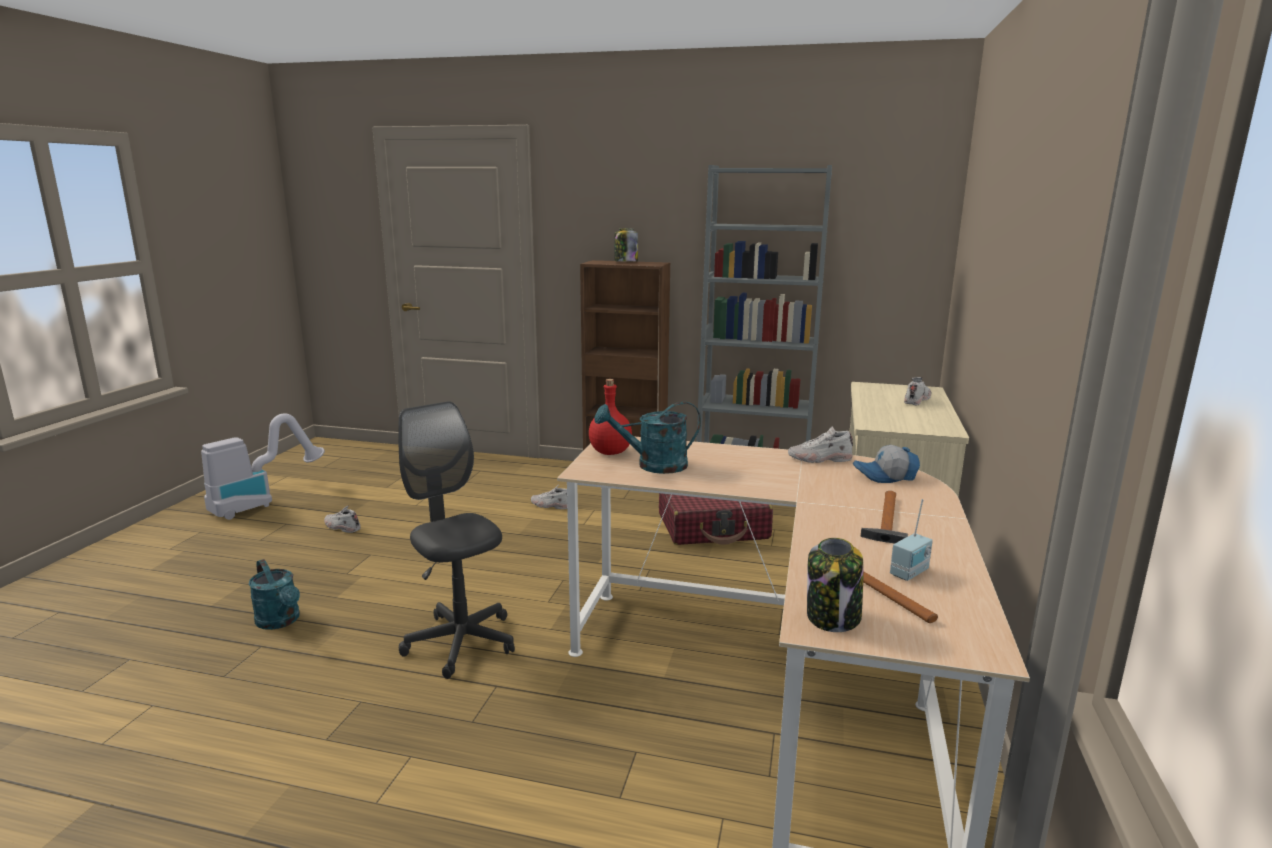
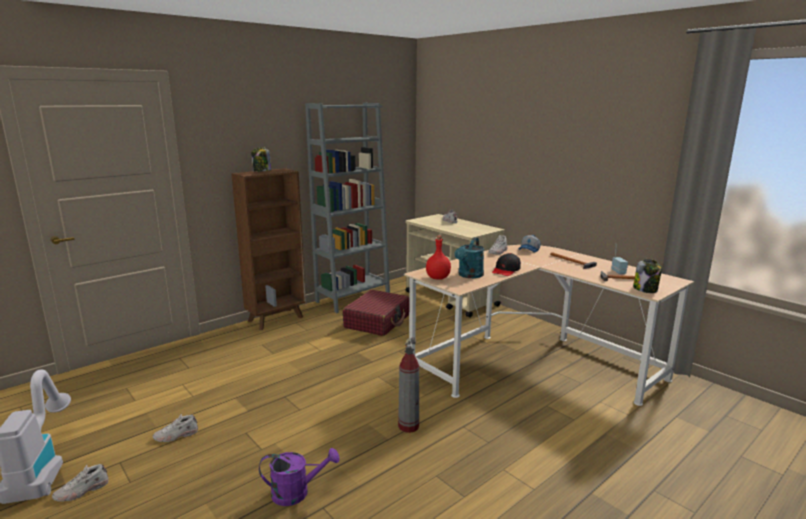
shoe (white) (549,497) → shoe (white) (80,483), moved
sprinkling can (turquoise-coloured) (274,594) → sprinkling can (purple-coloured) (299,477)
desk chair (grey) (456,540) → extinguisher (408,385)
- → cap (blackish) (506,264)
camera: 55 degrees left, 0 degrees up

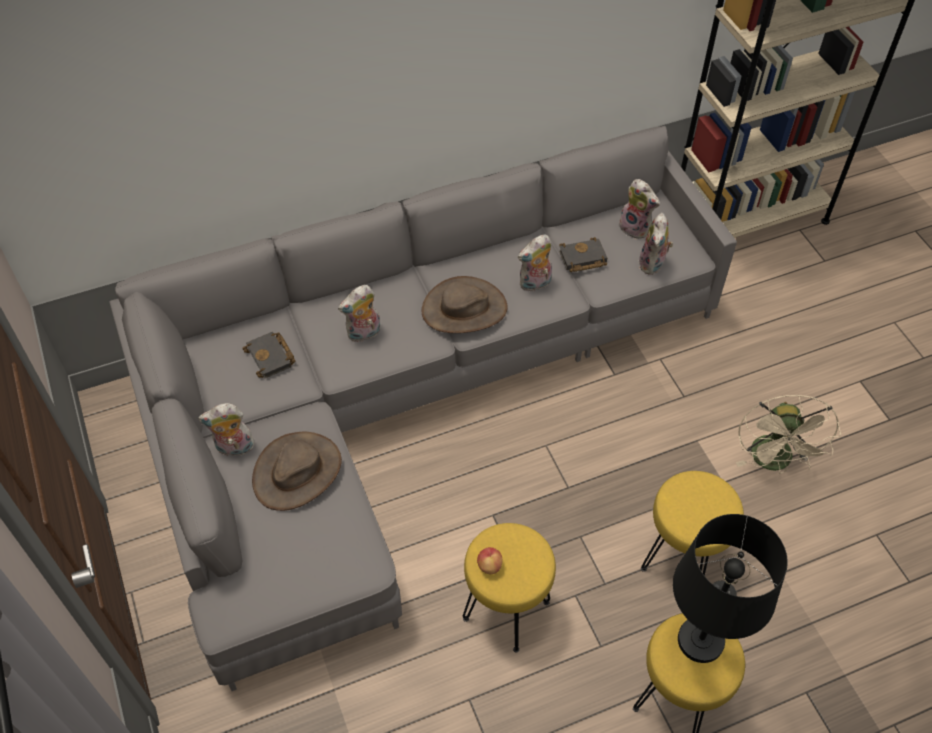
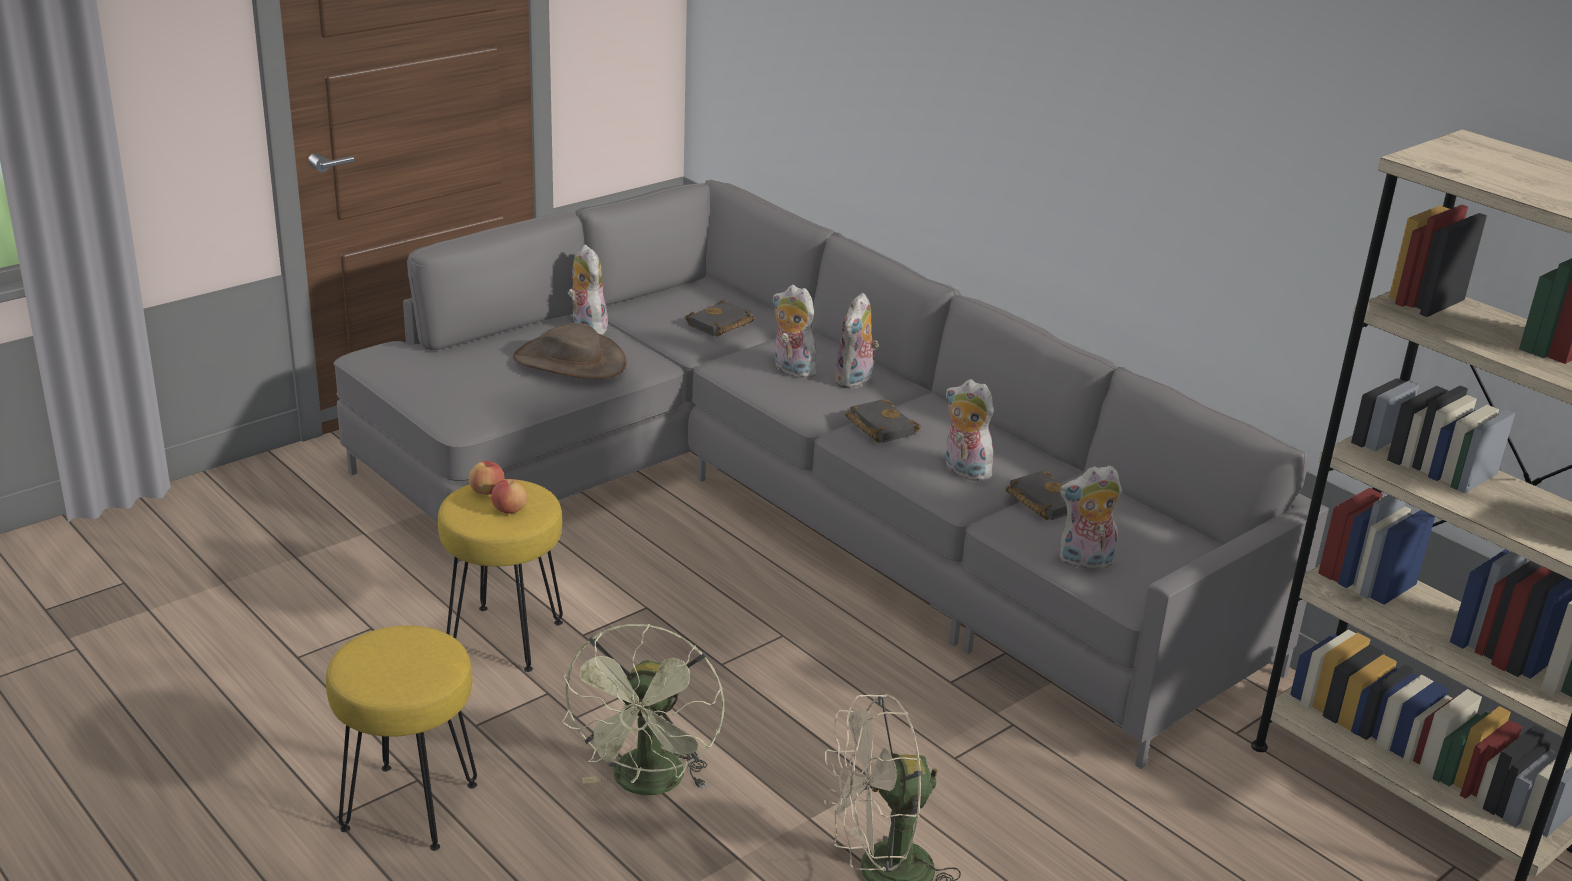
- → whole apple (509,496)
sitting stool (yellow) (692,523) → cooling fan (green-coloured) (642,709)
plush toy (638,209) → plush toy (856,341), moved
hat (brownish) (464,304) → book (blackish) (883,421)
table lamp (blackish) (730,588) → -
camera: 70 degrees right, 25 degrees down

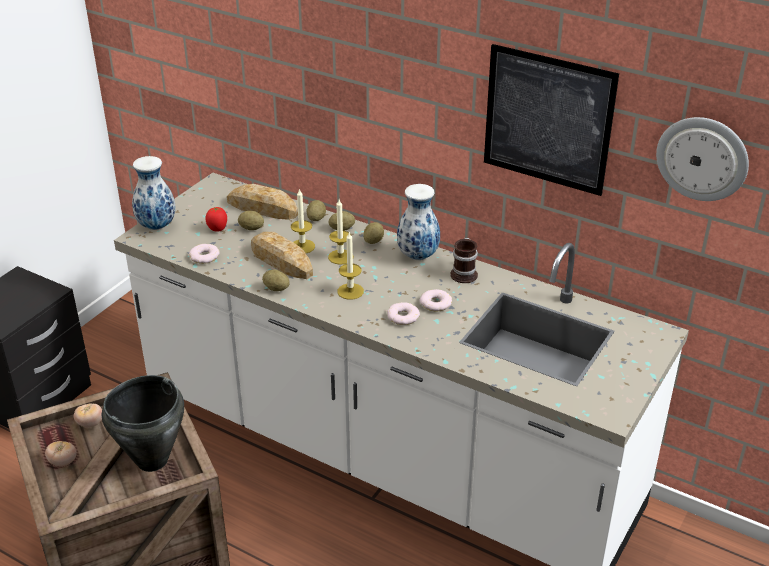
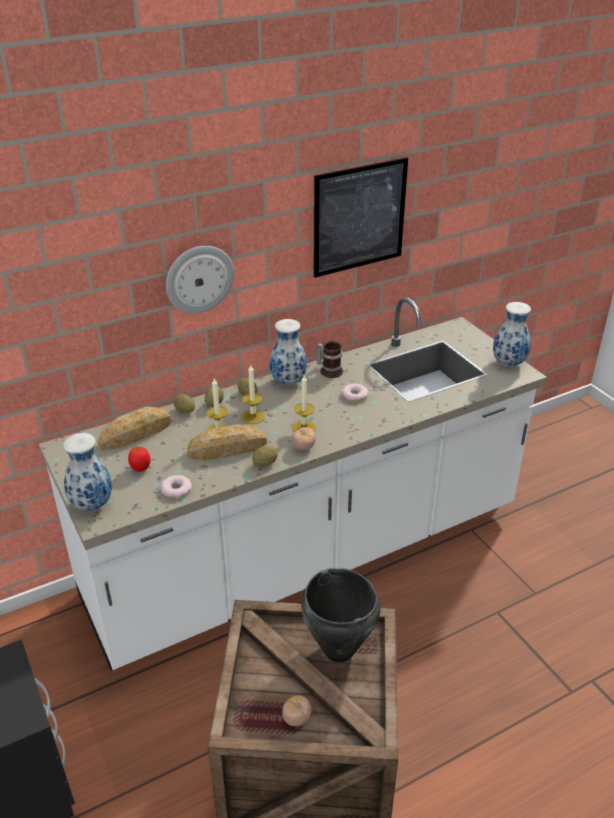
clock on the wall (702,159) → clock on the wall (200,279), moved
fresh tomato (88,416) → fresh tomato (304,439), moved
- → vase (512,334)
whole potato (251,220) → -
ring doughnut (403,313) → -
camera: 60 degrees left, 0 degrees up

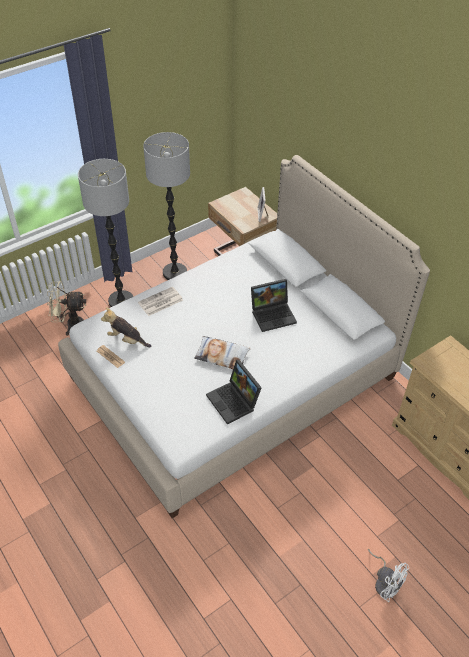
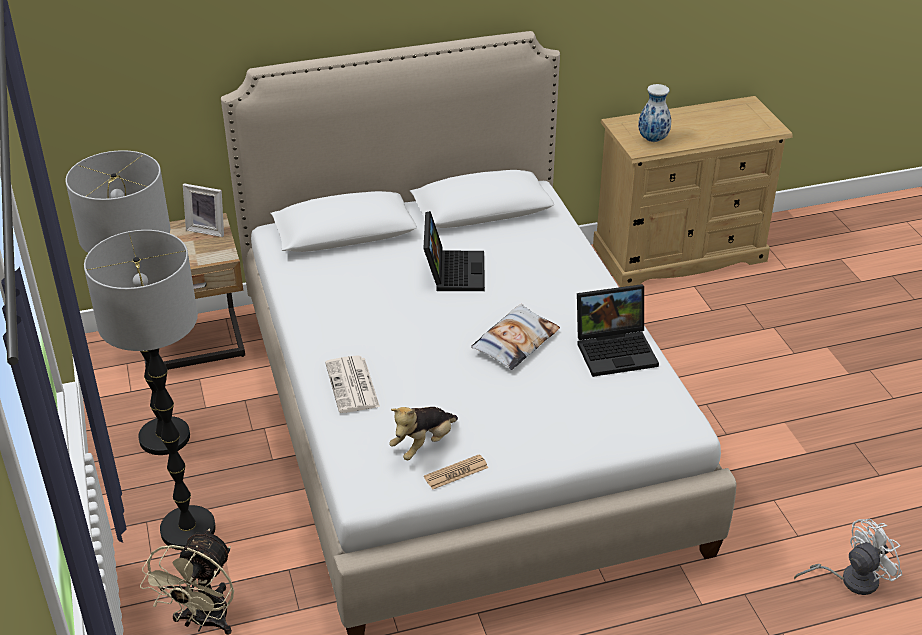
- → vase (654,113)
cooling fan (white) (388,575) → cooling fan (white) (848,557), moved
camera: 70 degrees left, 10 degrees down

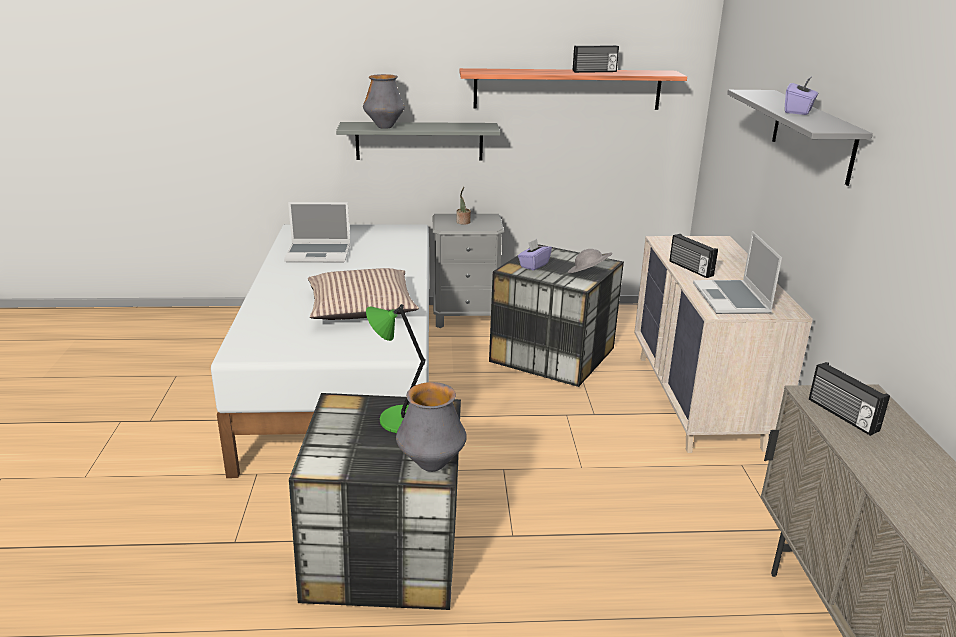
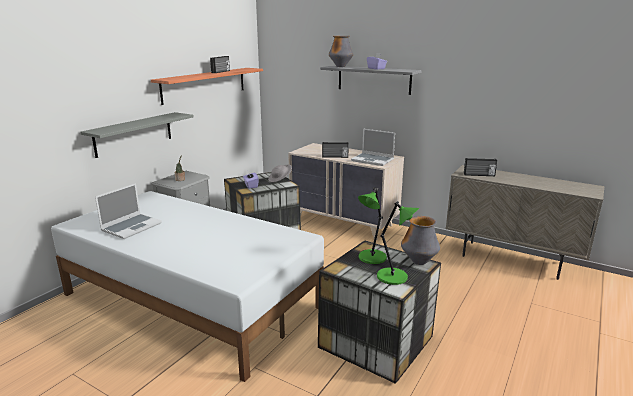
vase (384,101) → vase (341,51), moved
- → table lamp (green-coloured) (398,243)
throw pillow (363,294) → -
camera: 55 degrees left, 5 degrees down

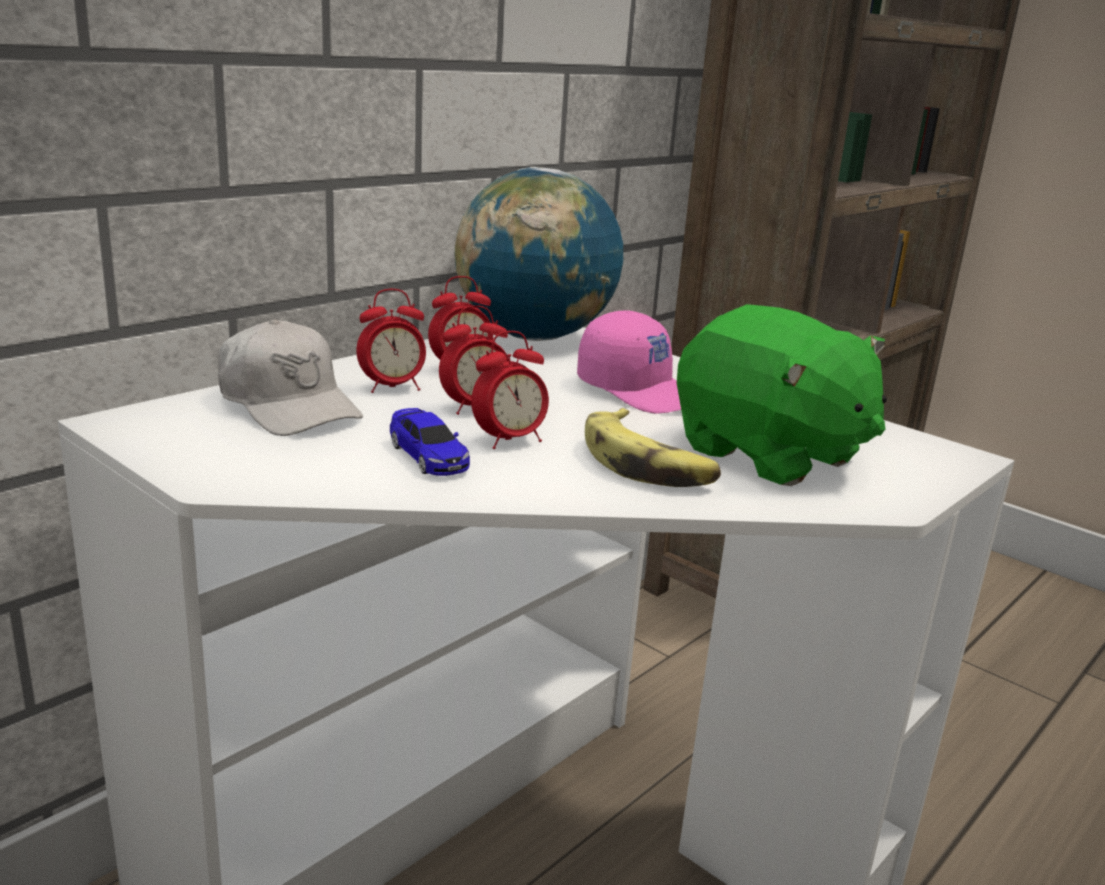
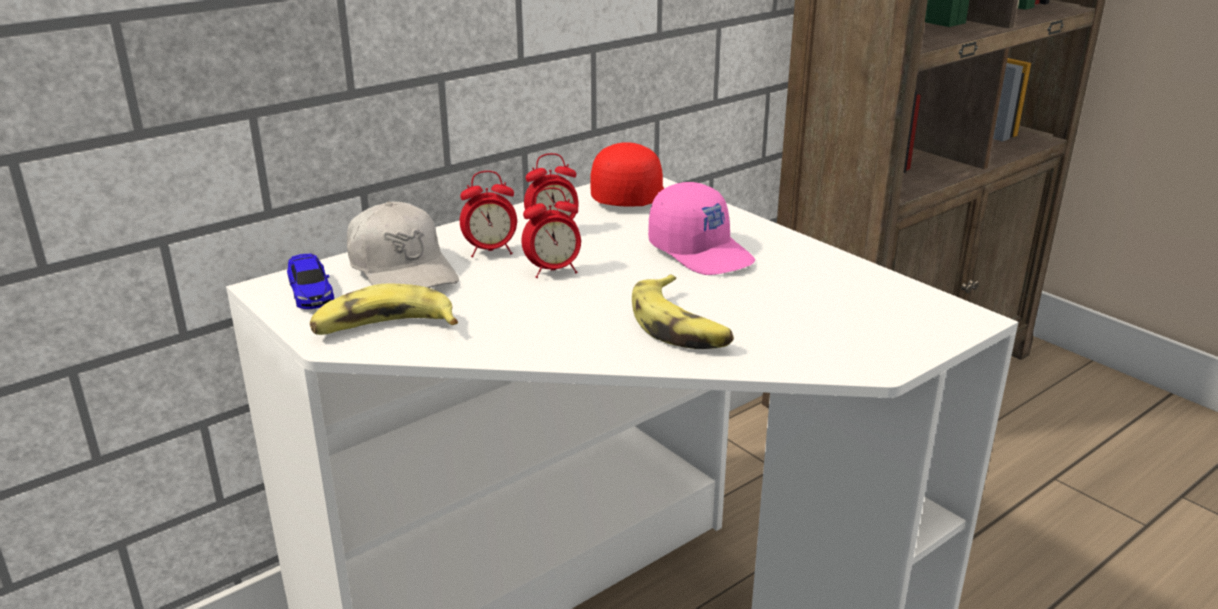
miniature car (430,442) → miniature car (310,281), moved
- → banana fruit (384,309)
globe (539,254) → cap (red-coloured) (627,174)
bedside clock (510,390) → -
plush toy (green-coloured) (782,395) → -
camera: 10 degrees right, 5 degrees up

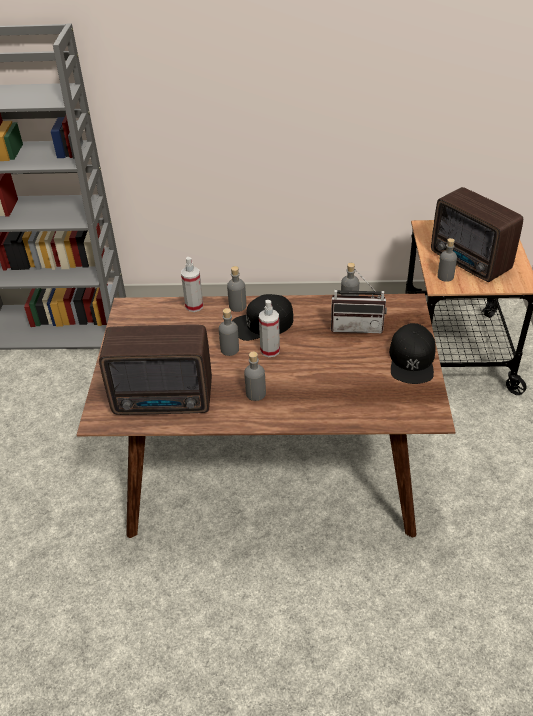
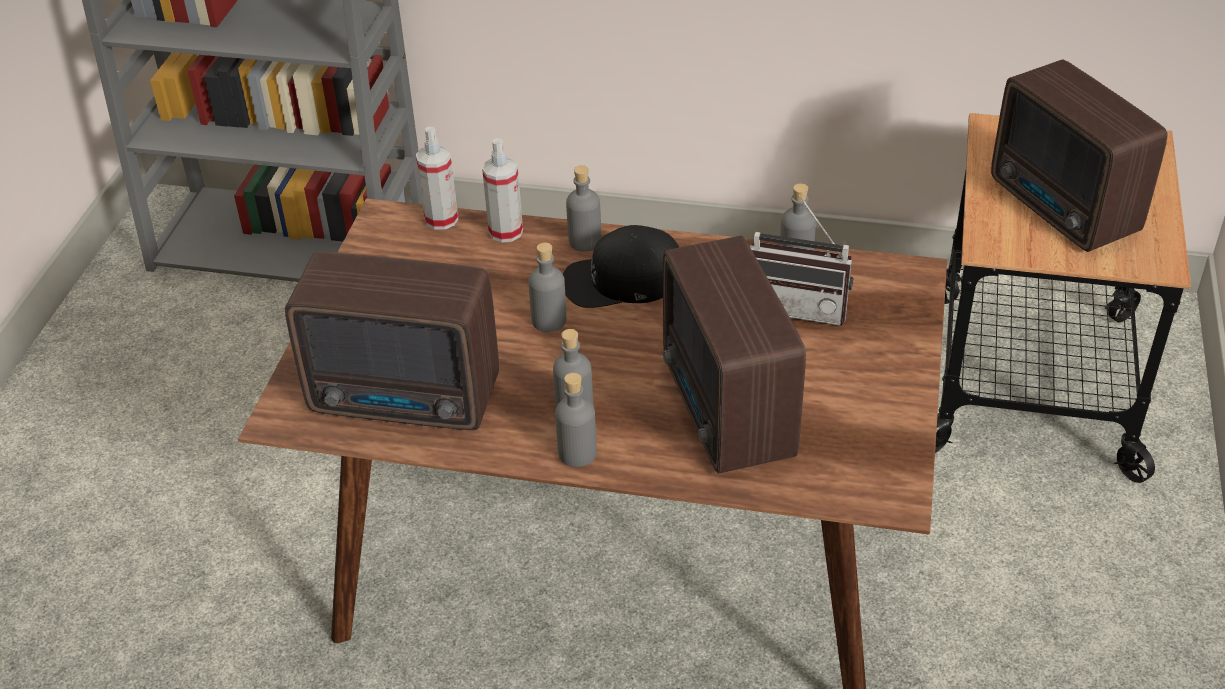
sprayer (269,328) → sprayer (437,178), moved
bottle (grey) (447,260) → bottle (grey) (576,420), moved
- → radio (734,354)
cap (blackish) (412,353) → -
camera: 10 degrees right, 0 degrees up

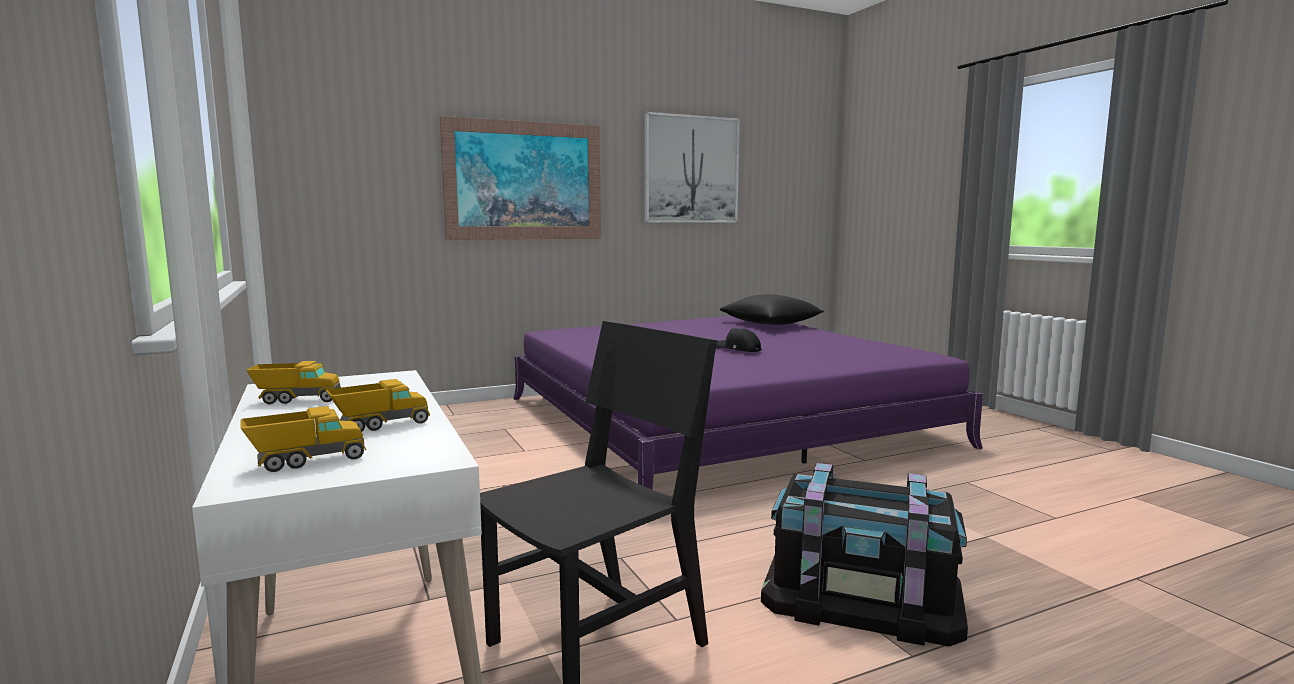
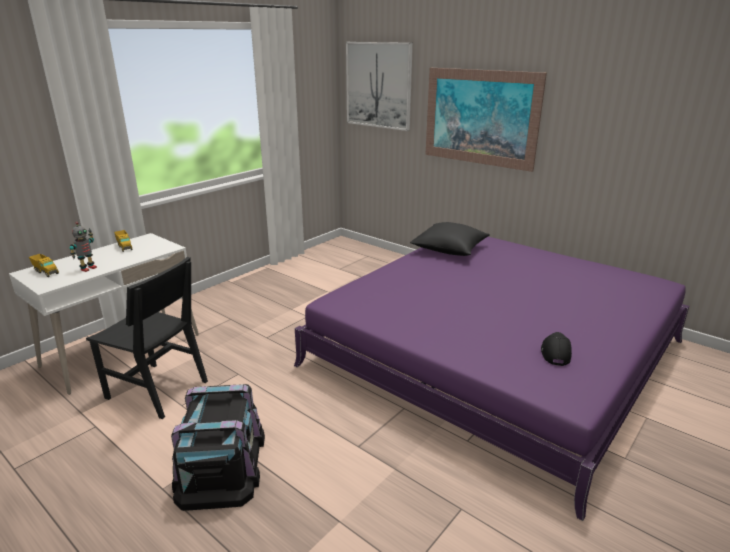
model truck (378,405) → robot figure (83,247)
wall art (692,167) → wall art (379,86), moved
throw pillow (blackish) (772,309) → throw pillow (blackish) (450,239), moved
cap (blackish) (739,340) → cap (blackish) (556,349), moved
camera: 65 degrees right, 15 degrees up

